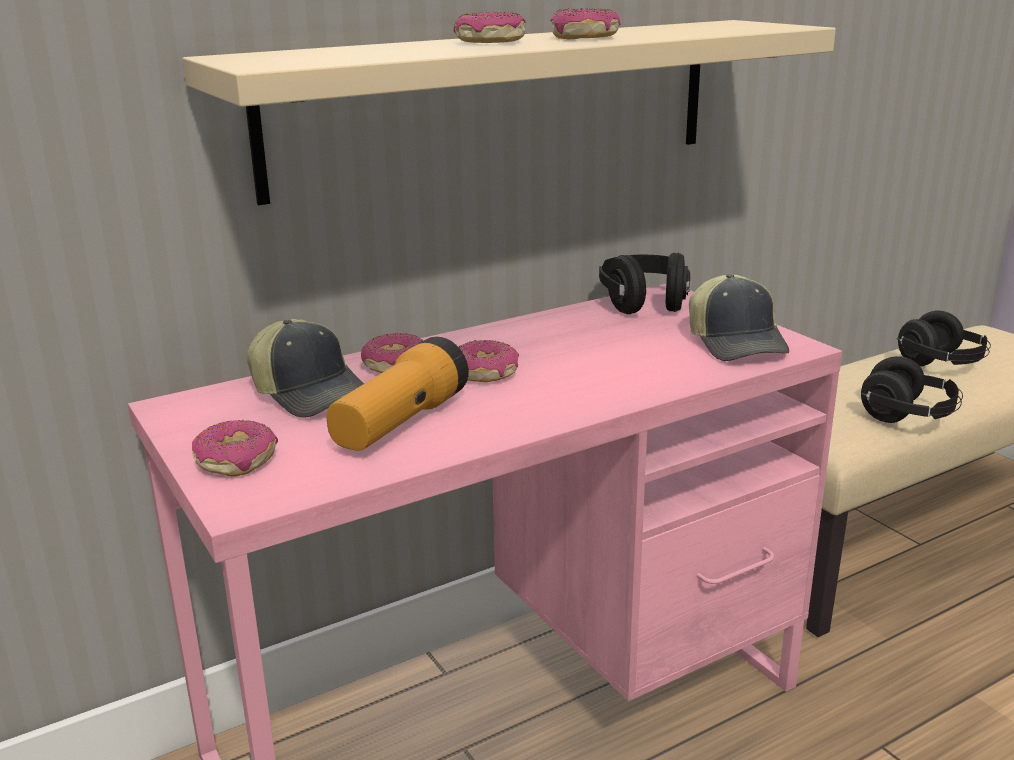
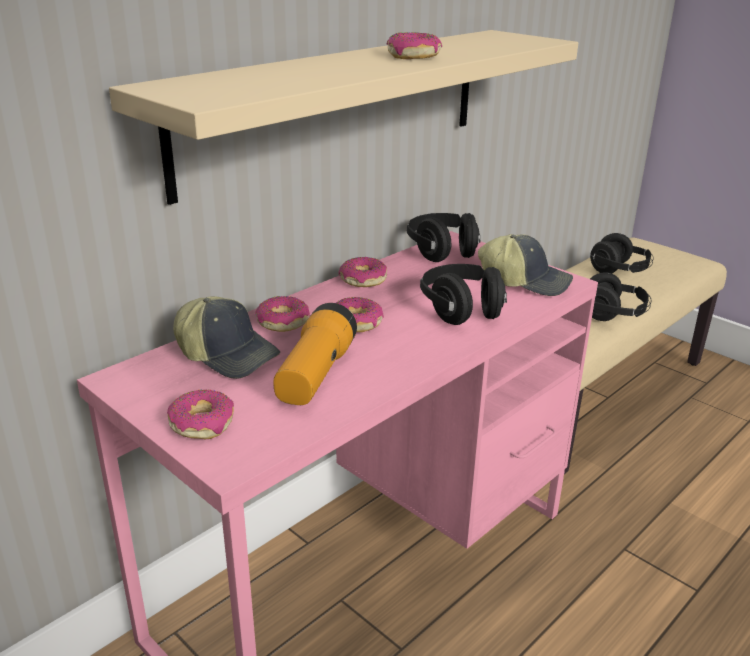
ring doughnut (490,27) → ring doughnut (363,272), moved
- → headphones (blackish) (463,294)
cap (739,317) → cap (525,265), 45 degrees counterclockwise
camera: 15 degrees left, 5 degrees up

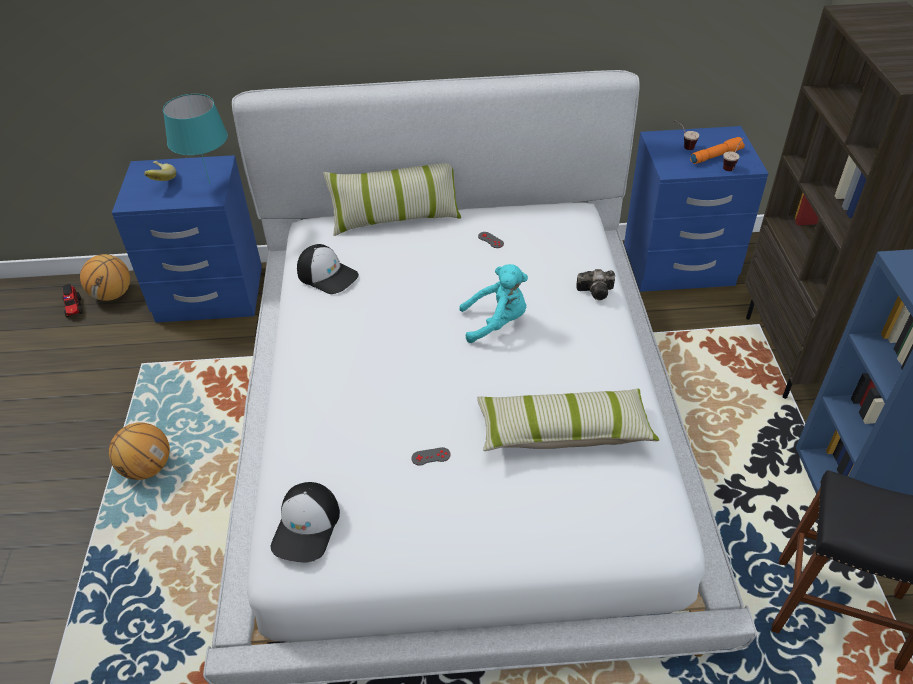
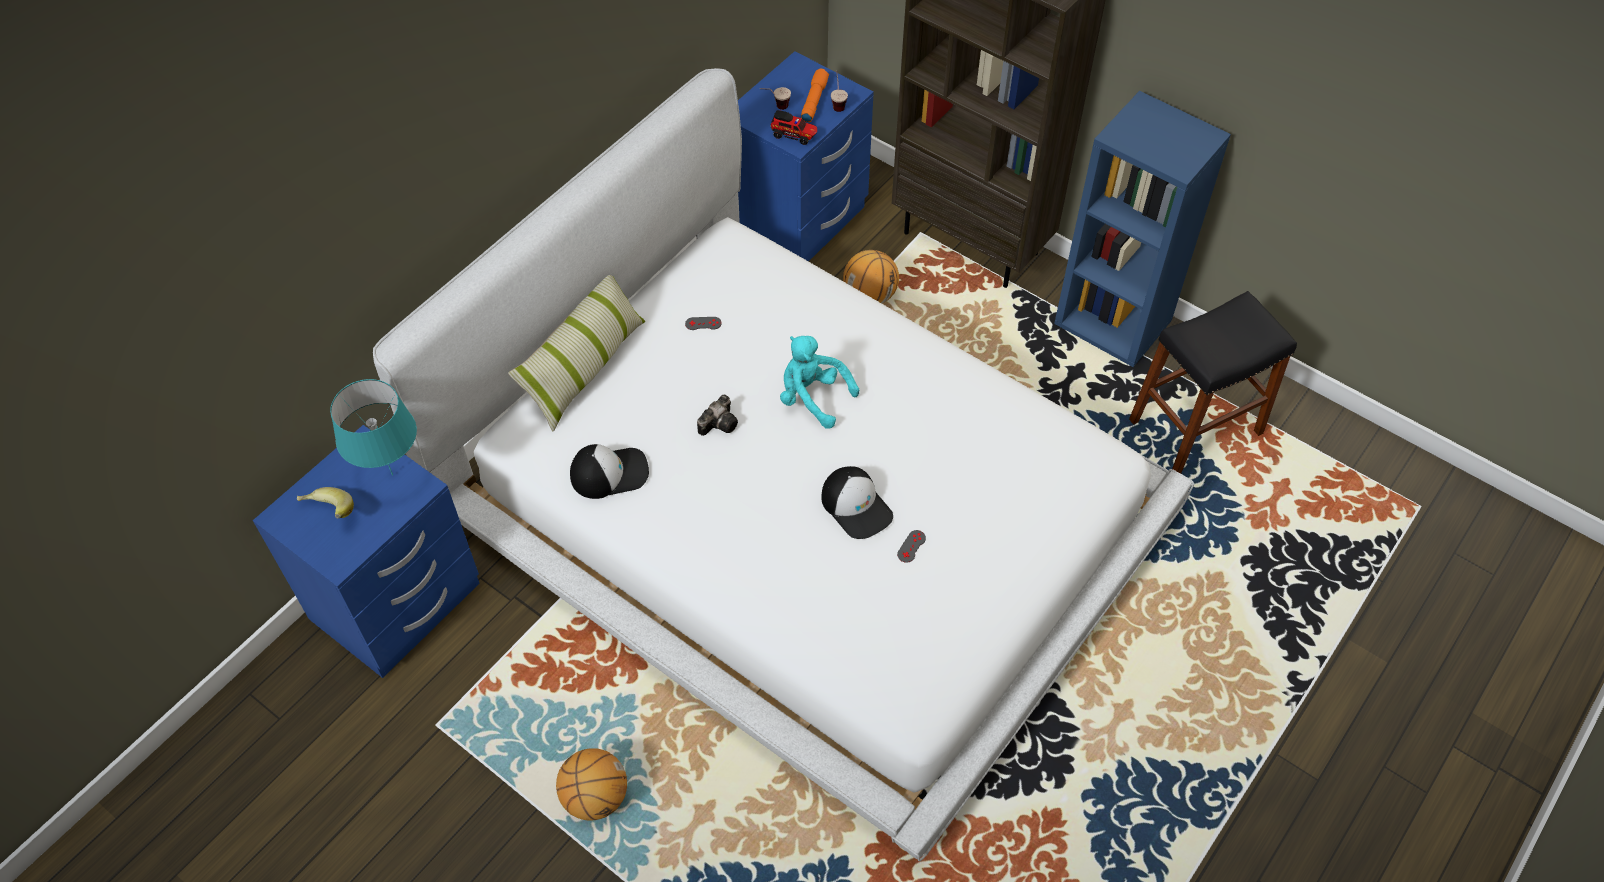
photo camera (595,284) → photo camera (717,415), moved
model truck (72,300) → model truck (794,127), moved
plush toy (turquoise-coloured) (494,303) → plush toy (turquoise-coloured) (819,382), 90 degrees counterclockwise
cap (305,522) → cap (857,502), moved
ball for basketball (105,277) → ball for basketball (871,277), moved
throw pillow (568,420) → -
camera: 50 degrees left, 10 degrees up

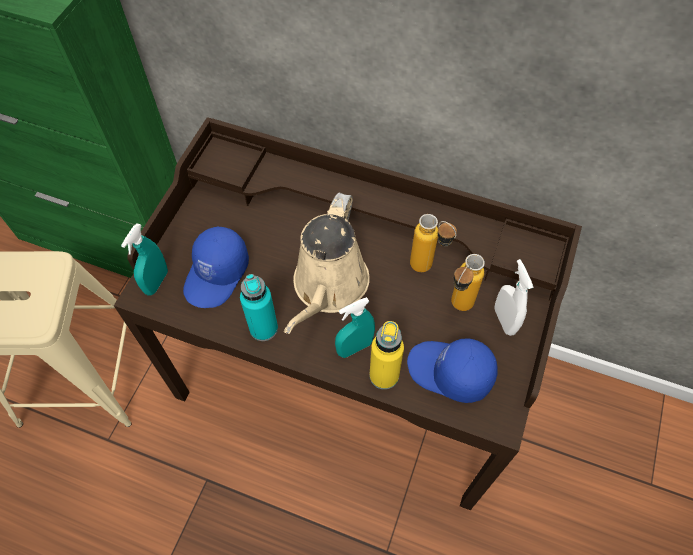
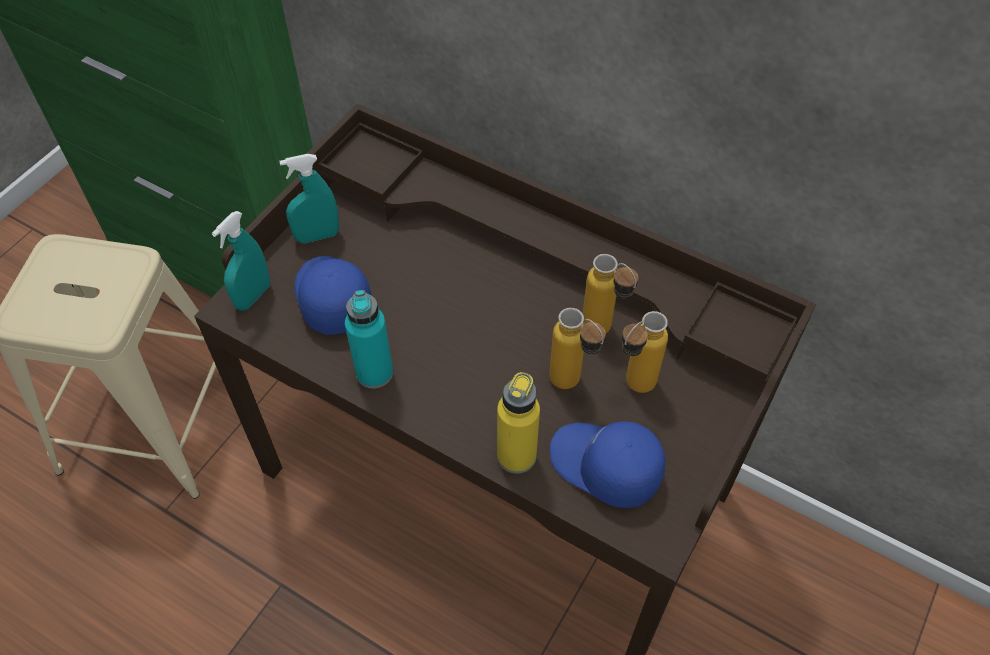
sprayer (turquoise-coloured) (355,327) → sprayer (turquoise-coloured) (309,198), moved
cap (bluish) (216,267) → cap (bluish) (332,295), 120 degrees clockwise
- → bottle (577,348)
sprinkling can (sand-coloured) (327,263) → -
sprayer (white) (514,297) → -
camera: 10 degrees right, 5 degrees down

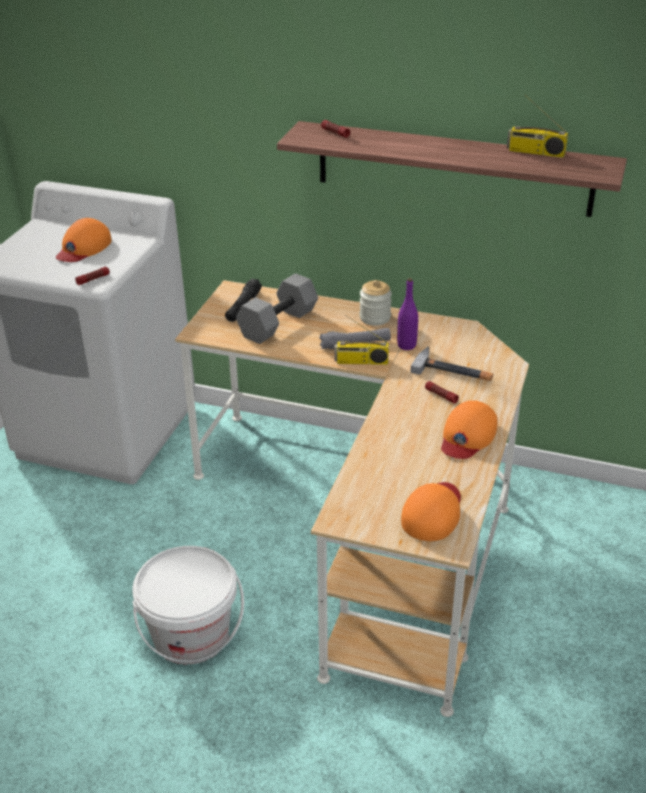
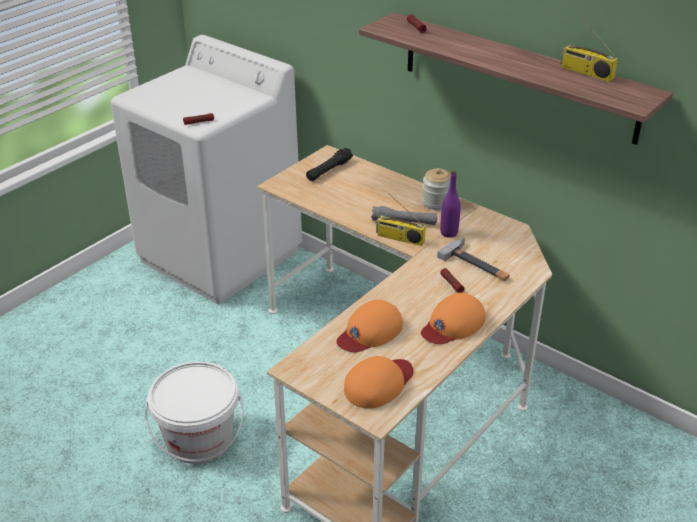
cap (orange) (84,240) → cap (orange) (369,326), moved
hand weight (grey) (277,308) → -
camera: 20 degrees right, 0 degrees up

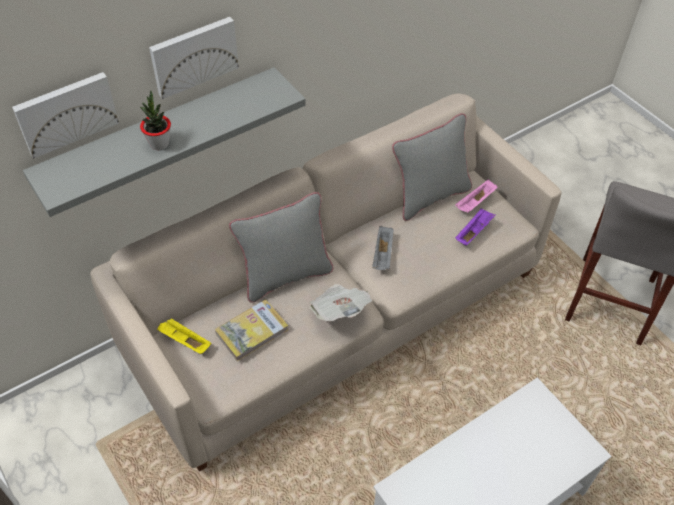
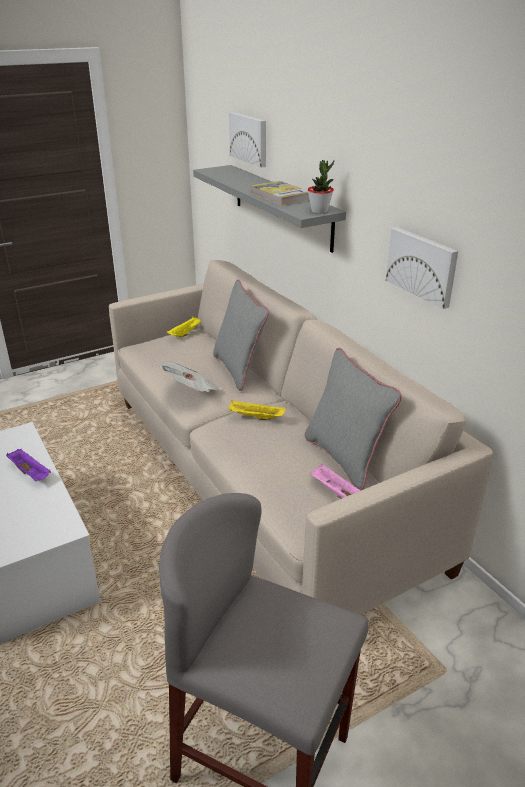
tray (purple-coloured) (475,227) → tray (purple-coloured) (28,465), moved
tray (grey) (383,248) → tray (yellow) (257,410)
book (251,330) → book (280,193), moved
plant in a pot (155,120) → plant in a pot (321,187), moved
wall art (194,58) → wall art (422,268), moved
camera: 95 degrees right, 20 degrees down

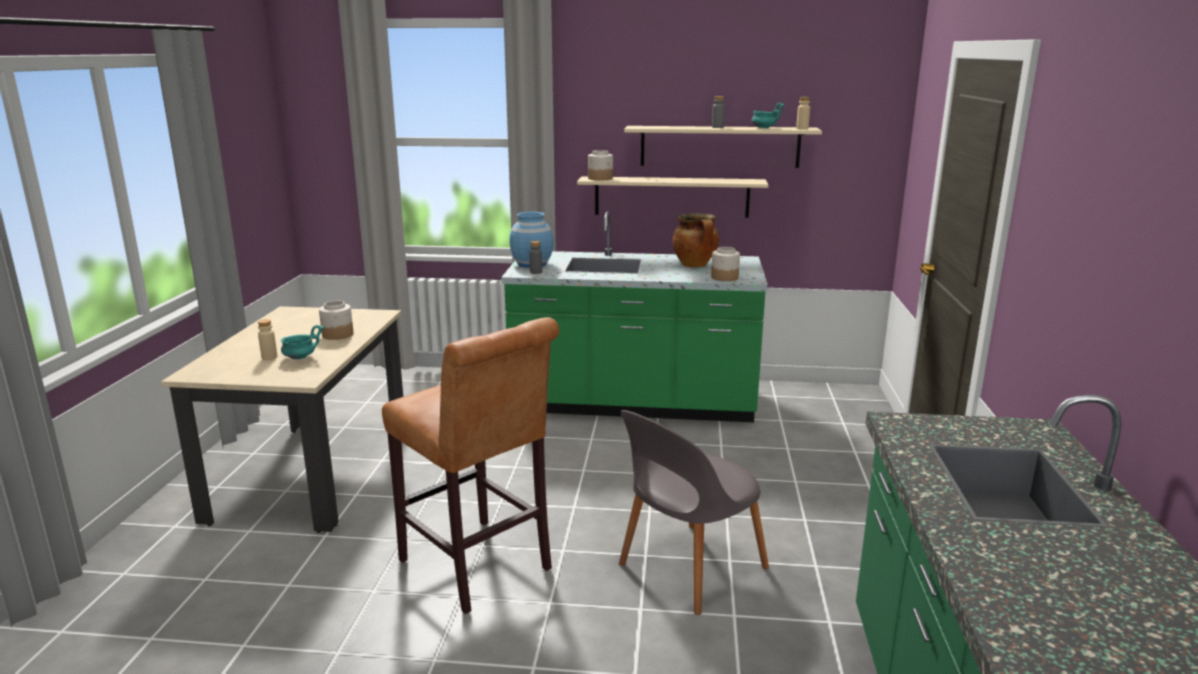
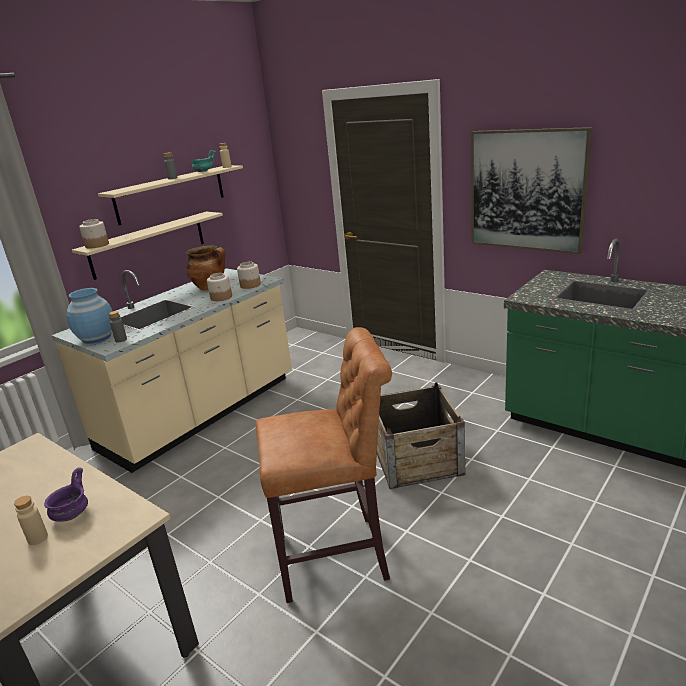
bowl (turquoise-coloured) (302,342) → bowl (purple-coloured) (66,494)
kitchen base unit (green-coloured) (634,317) → kitchen base unit (sand-coloured) (171,370)
preserve jar (336,320) → preserve jar (219,287), moved
plain chair (grey) (694,512) → packing crate (421,435)
- → wall art (531,190)
camera: 55 degrees left, 5 degrees up

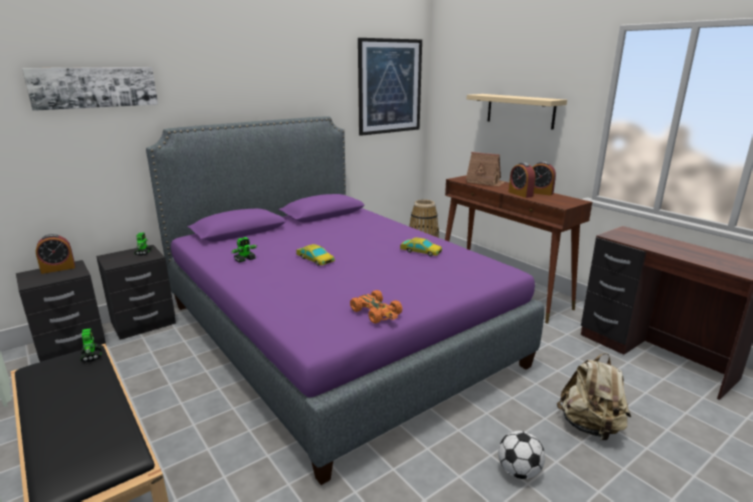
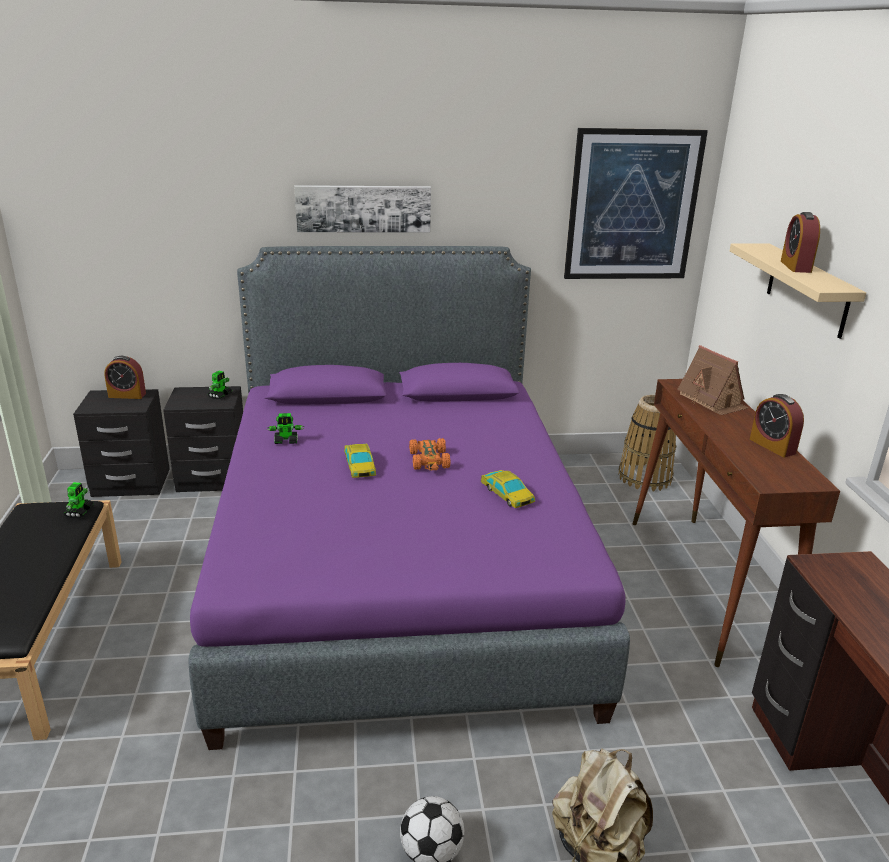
wall art (90,89) → wall art (362,208), moved
miniature car (orange) (376,307) → miniature car (orange) (430,454), moved
bedside clock (522,180) → bedside clock (800,242), moved
camera: 30 degrees right, 5 degrees up

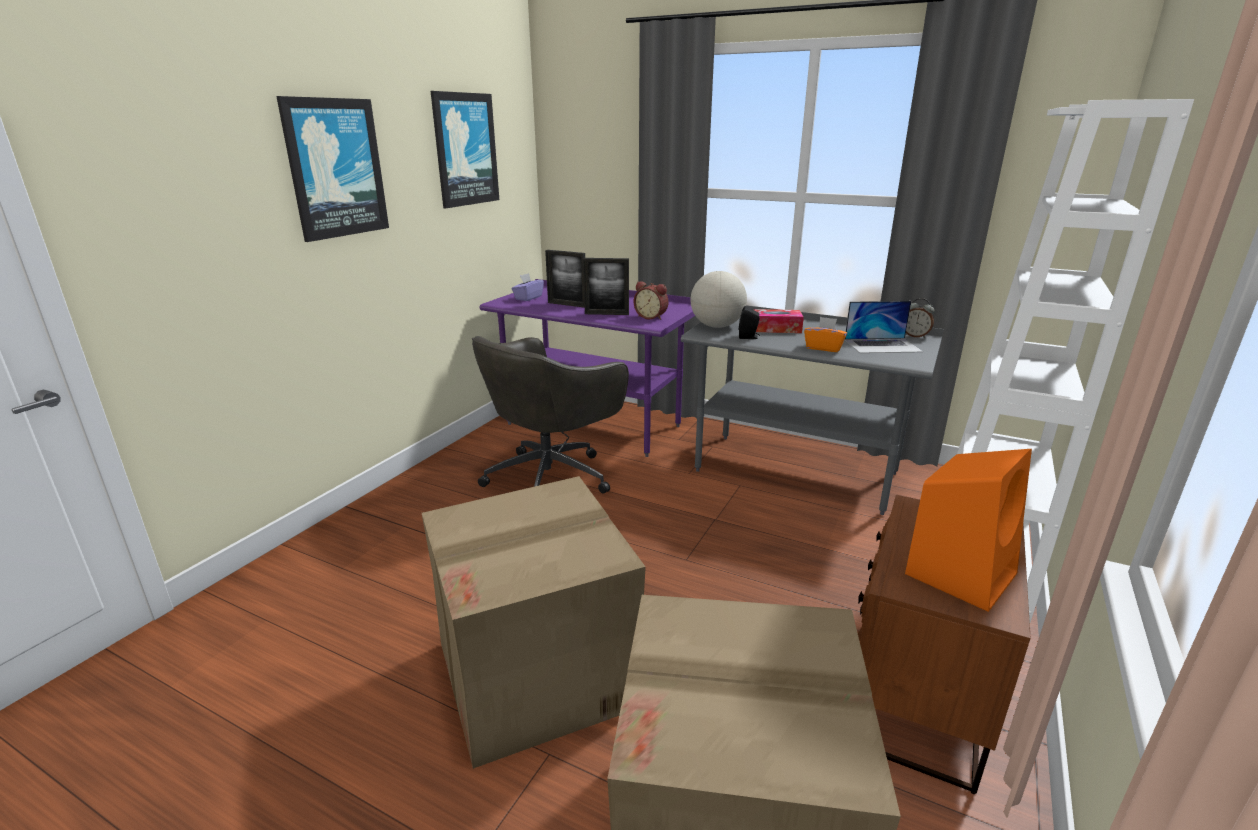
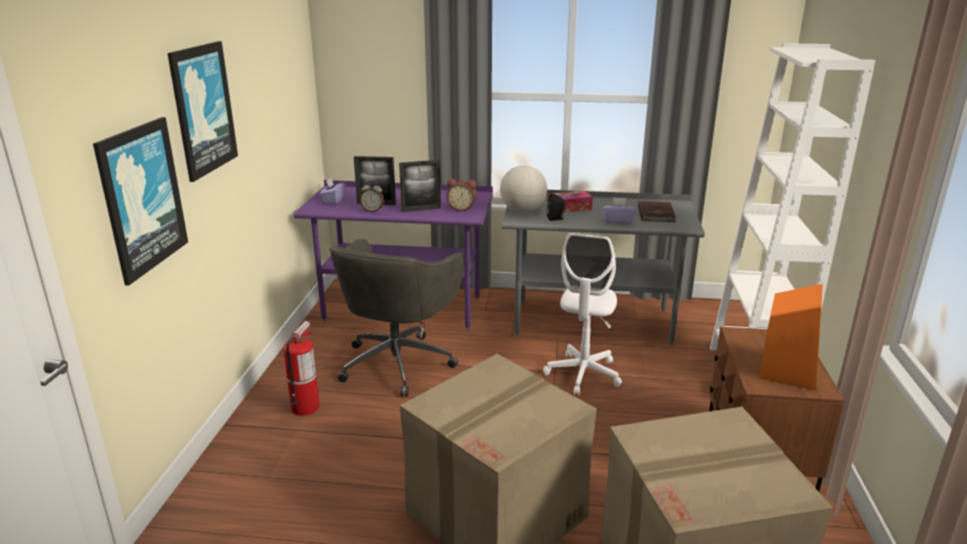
wall art (465,149) → wall art (140,201), moved
- → extinguisher (301,368)
bedside clock (920,318) → bedside clock (372,196), moved
- → desk chair (white) (582,314)
tissue holder (orange) (825,334) → tissue holder (purple-coloured) (619,210)
notebook computer (884,327) → book (brownish) (657,211)
camera: 20 degrees left, 0 degrees up

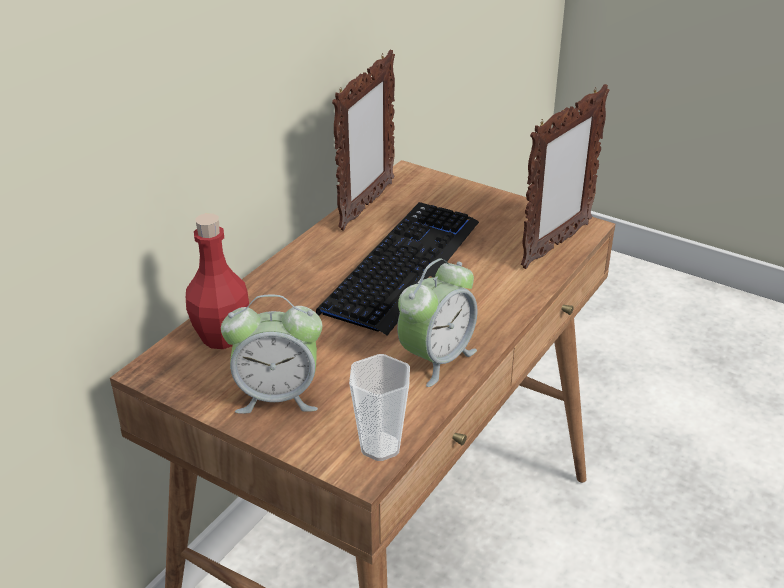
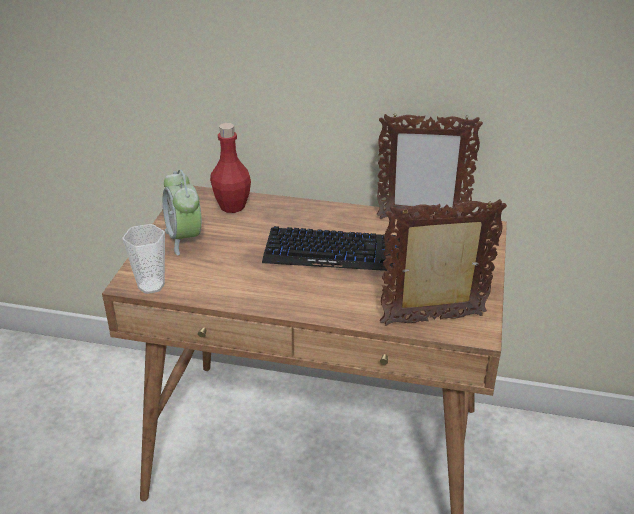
picture frame (565,176) → picture frame (443,262), 150 degrees clockwise
bedside clock (437,322) → -
camera: 70 degrees right, 0 degrees up

